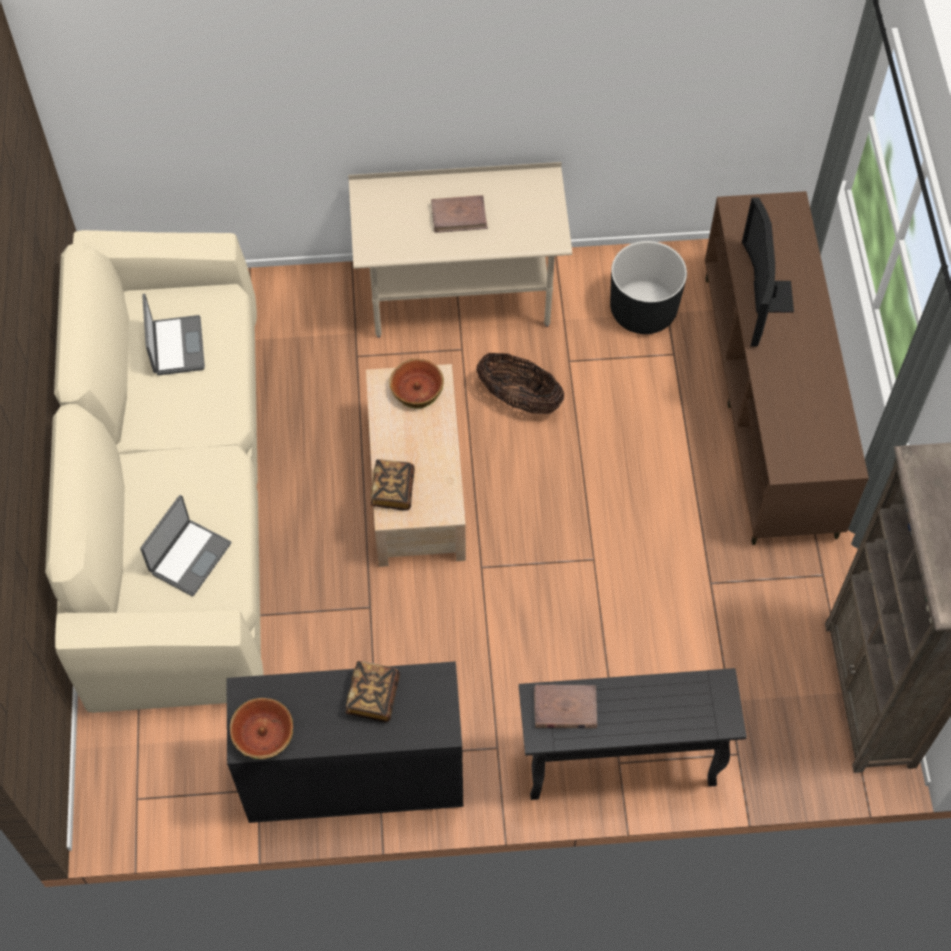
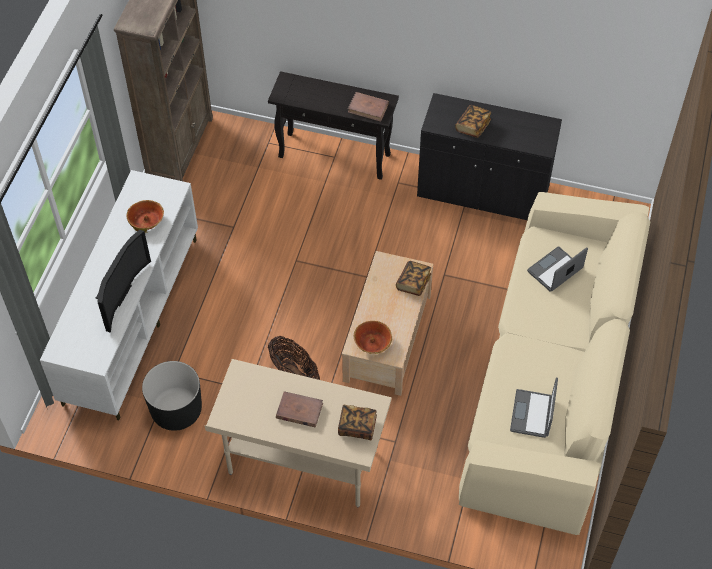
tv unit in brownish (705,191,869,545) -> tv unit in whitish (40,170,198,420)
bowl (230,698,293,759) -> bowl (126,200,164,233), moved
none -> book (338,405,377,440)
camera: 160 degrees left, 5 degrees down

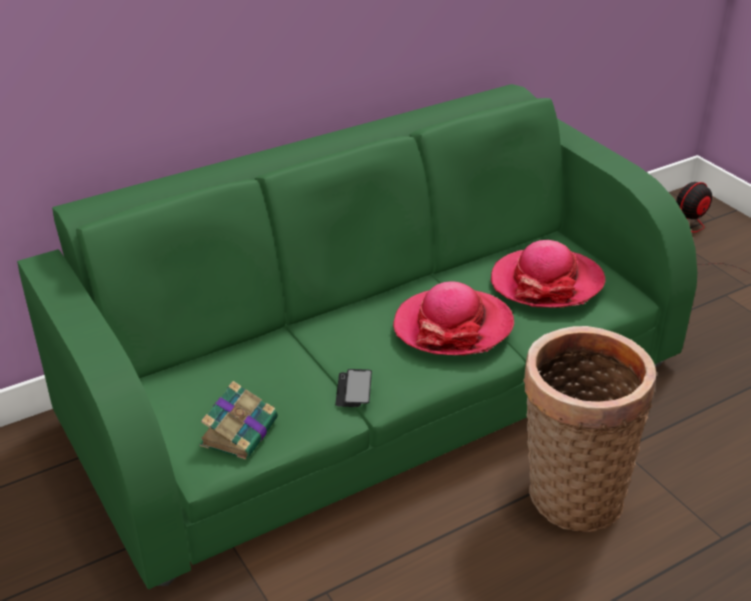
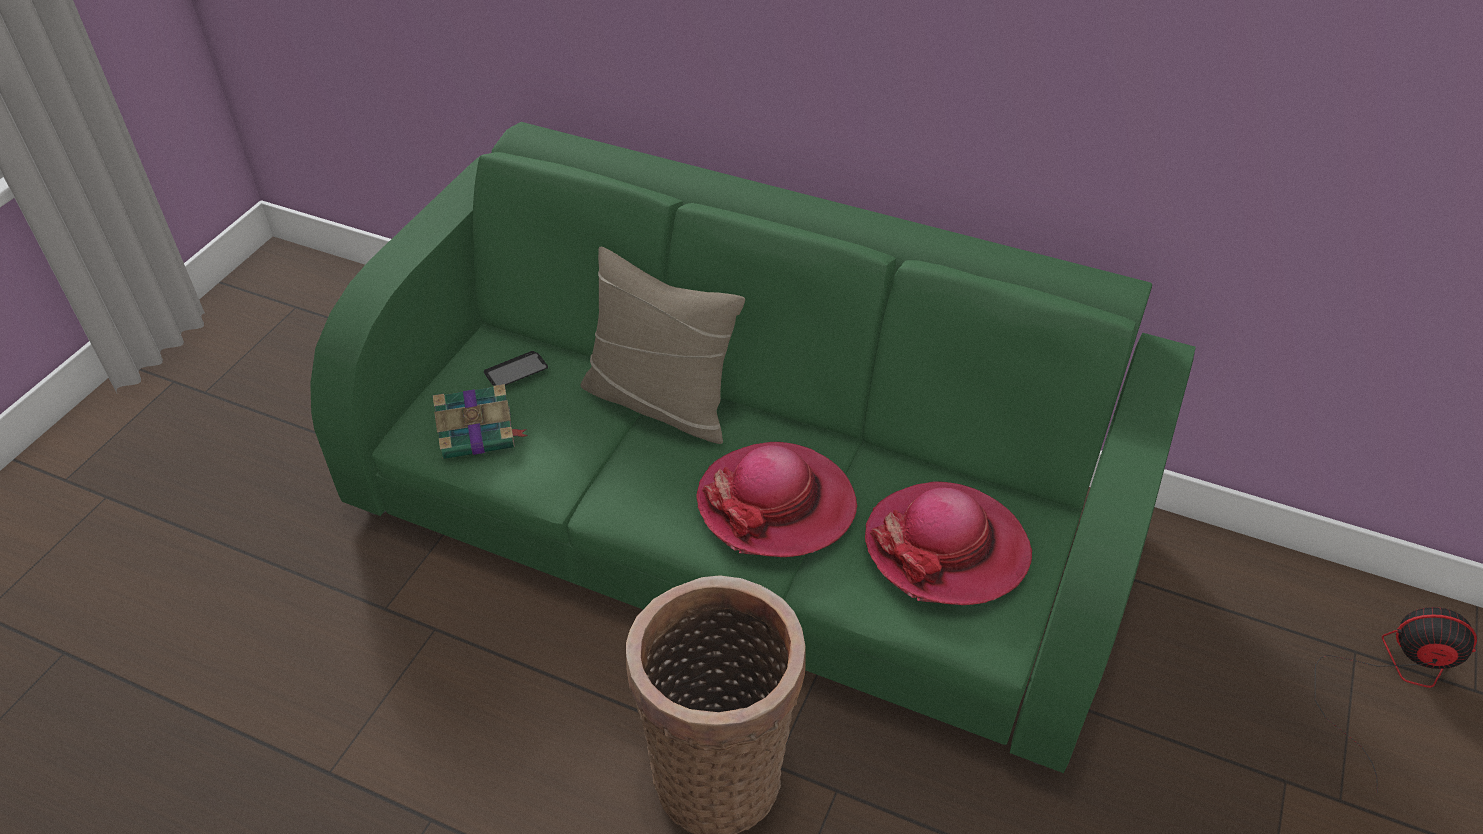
telephone (335,369,372,407) -> telephone (484,351,548,386), moved
none -> cushion in sand-coloured (580,247,745,444)
camera: 55 degrees right, 10 degrees up

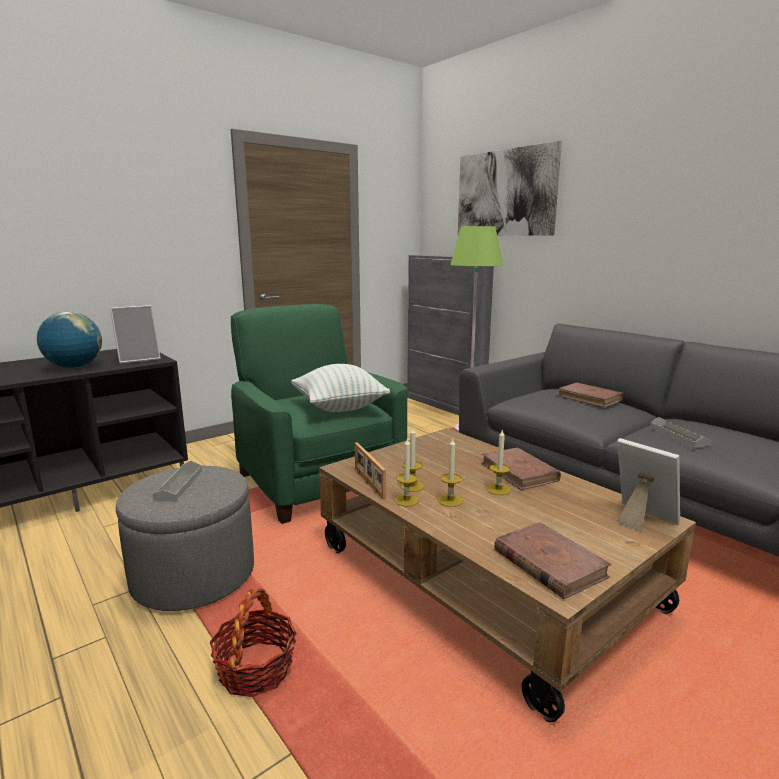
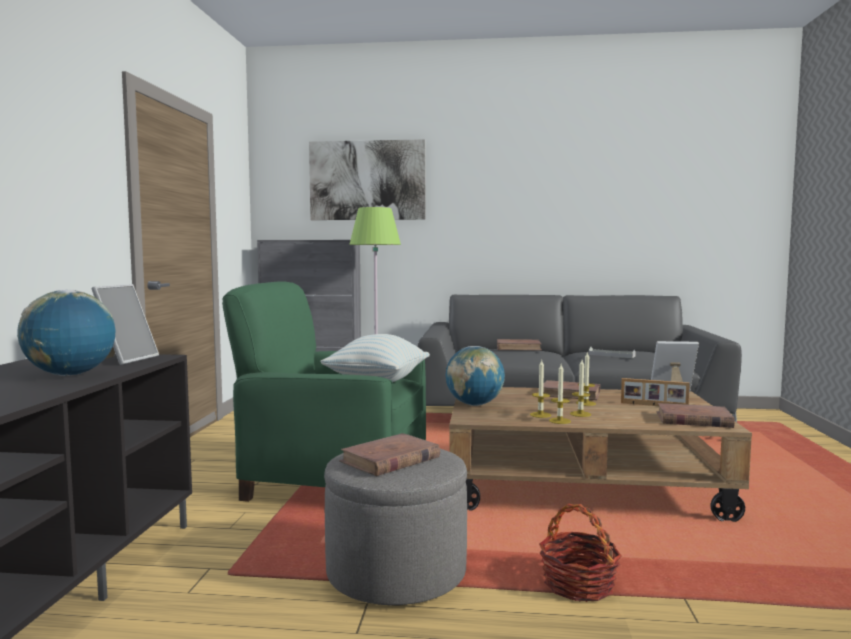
carrying tray in grey (152,461,202,501) -> book in brownish (339,433,440,476)
none -> world globe (446,346,505,406)
standing frame (355,442,386,500) -> standing frame (621,378,690,406), moved
camera: 45 degrees left, 10 degrees down

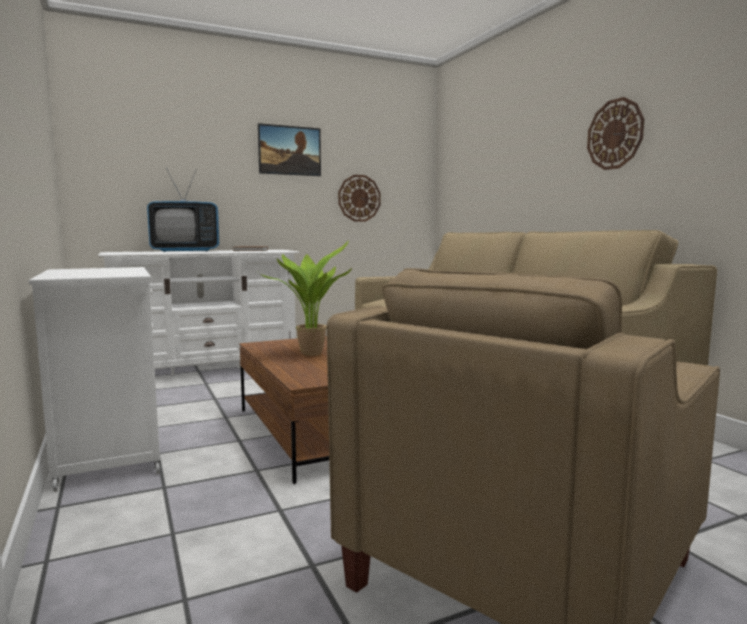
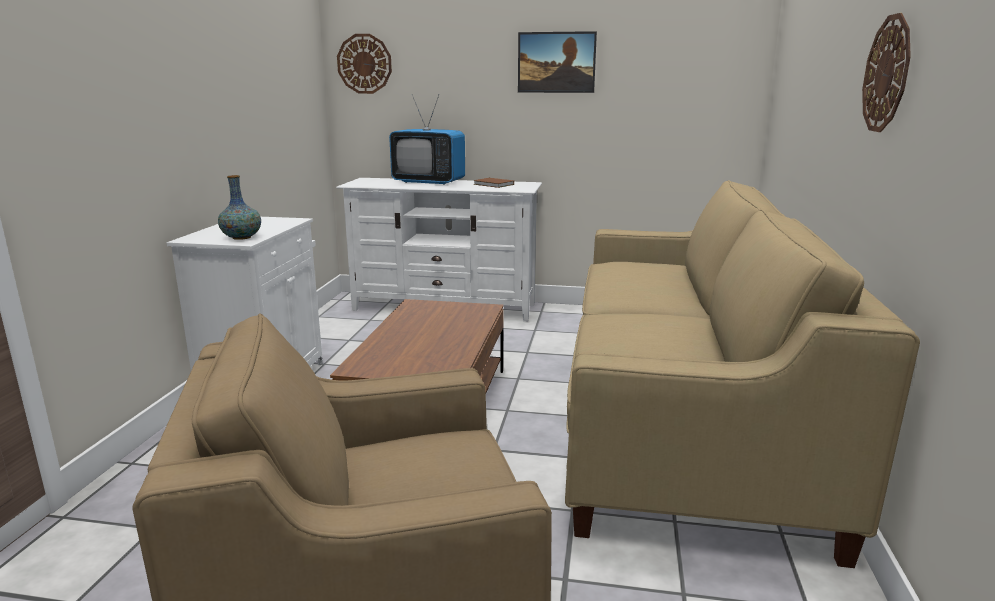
none -> vase (218,175,261,240)
clock on the wall (338,175,381,222) -> clock on the wall (337,34,392,94), moved
plant in a pot (259,240,352,356) -> none
camera: 35 degrees right, 10 degrees up

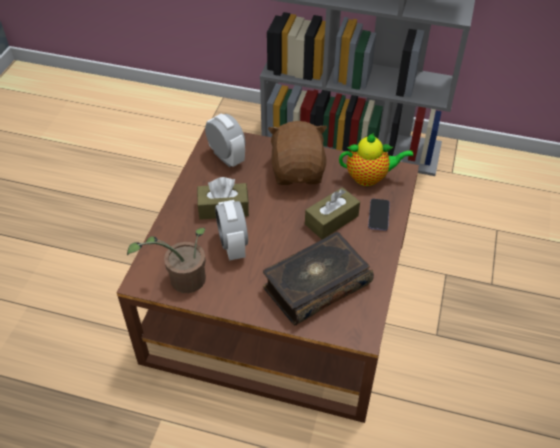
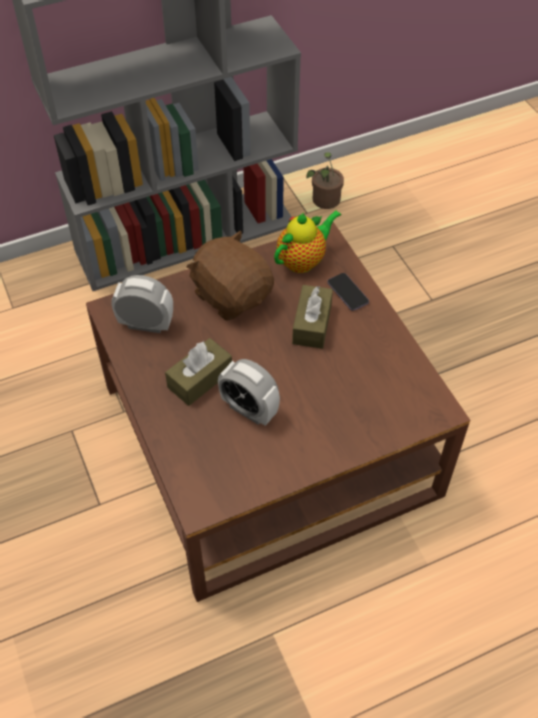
plant in a pot (127,228,206,293) -> plant in a pot (306,152,344,209), moved
book (263,232,374,325) -> none
camera: 40 degrees left, 5 degrees up

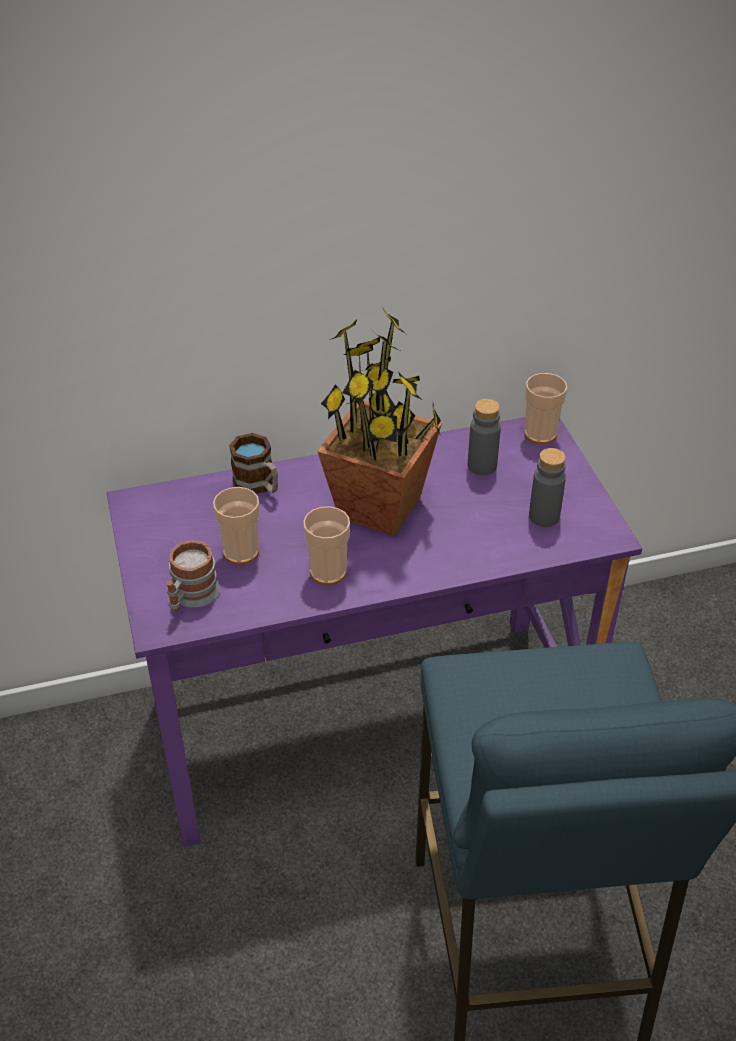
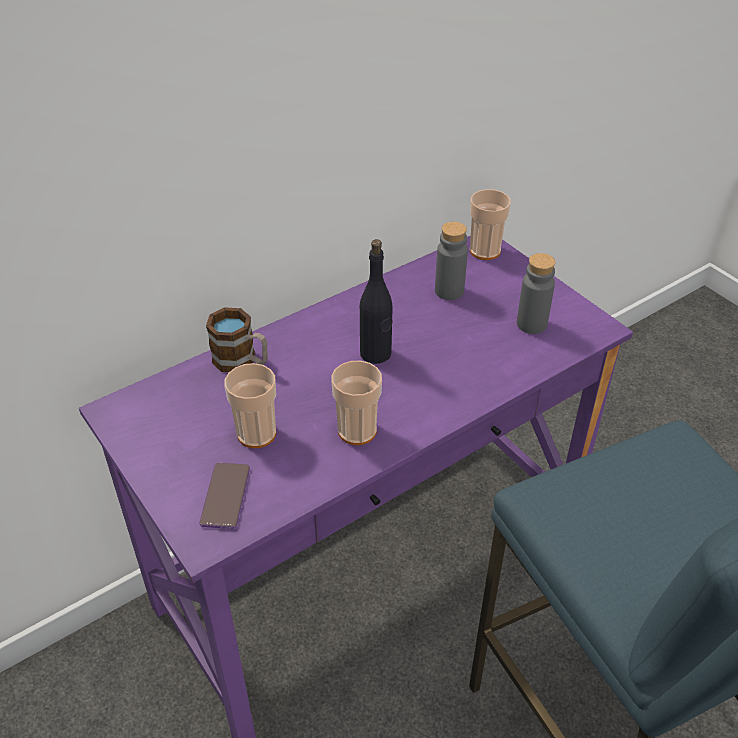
tea mug (167,540,220,612) -> telephone (200,463,250,529)
plant in a pot (317,307,442,536) -> bottle in black (360,239,393,364)
camera: 20 degrees left, 0 degrees up

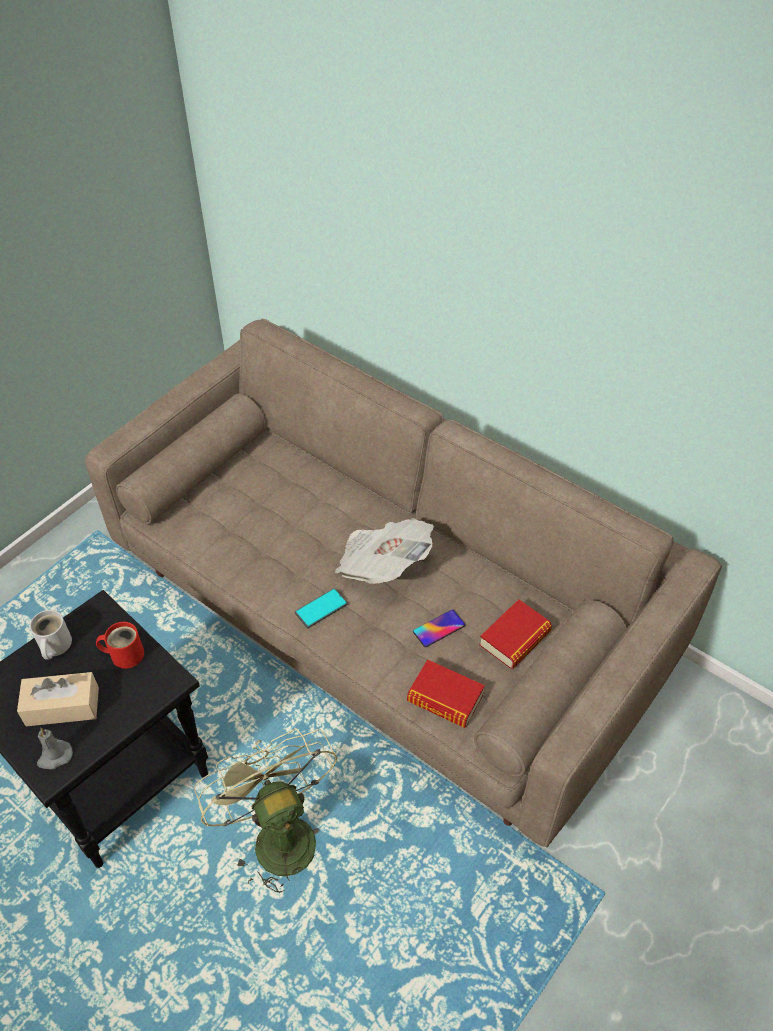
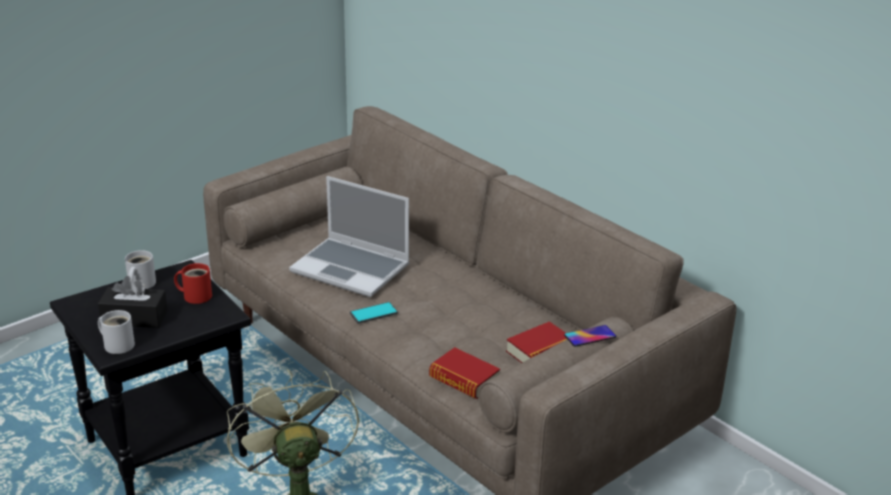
tissue box in sand-coloured (17,672,99,726) -> tissue box in black (98,276,168,328)
candle in grey (37,728,73,770) -> tea mug in whitish (98,310,135,354)
none -> laptop (289,176,410,297)
telephone (413,609,465,647) -> telephone (564,325,616,347), moved
newspaper (335,518,434,584) -> none
camera: 10 degrees right, 20 degrees down

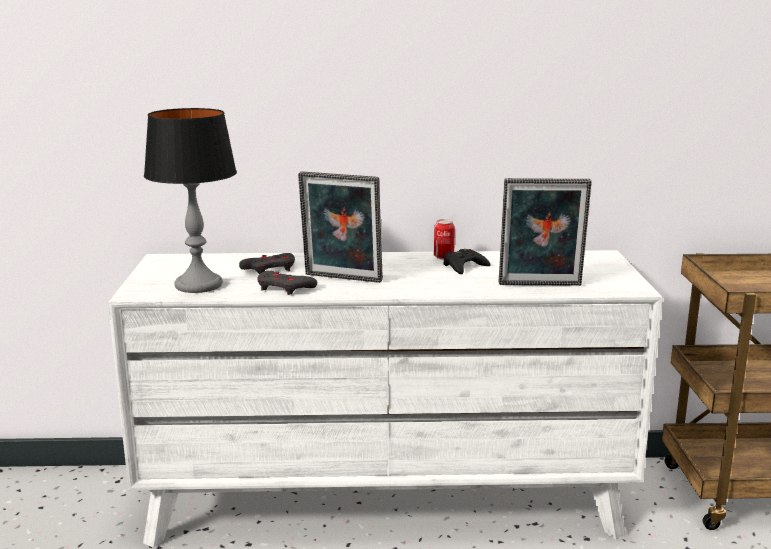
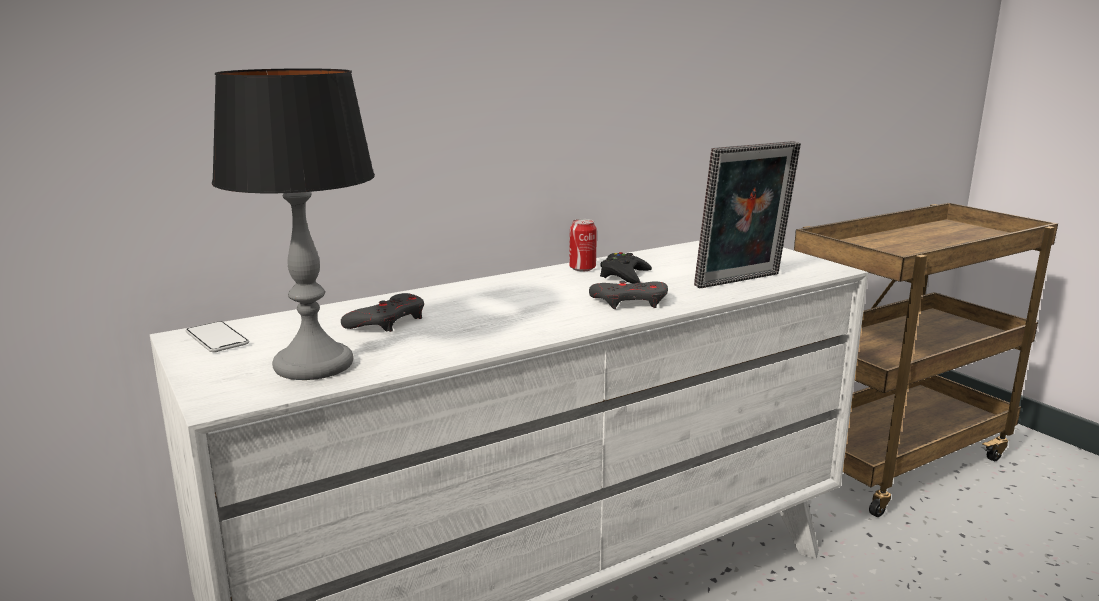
none -> telephone (186,321,249,353)
gamepad in grey (257,271,317,295) -> gamepad in grey (589,281,668,309), moved
standing frame (298,172,383,283) -> none
camera: 30 degrees left, 0 degrees up

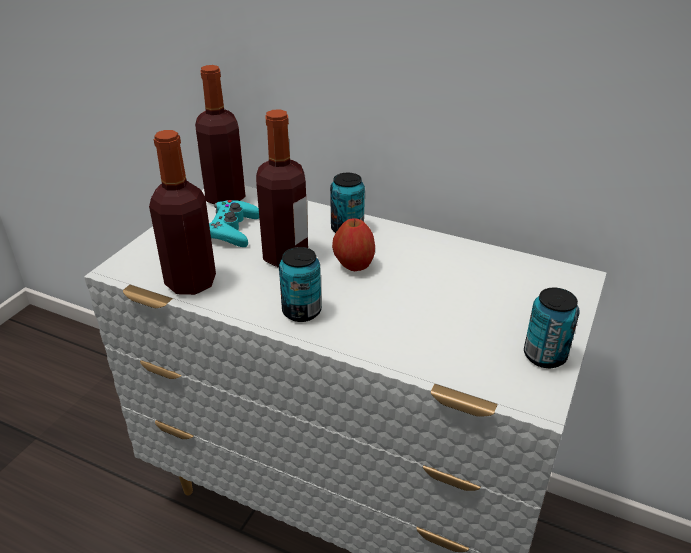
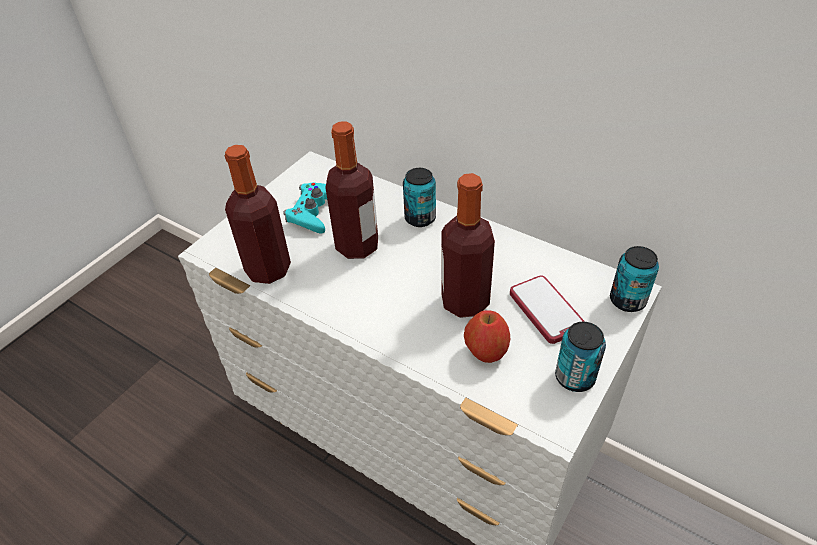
bottle (195,65,245,204) -> bottle (441,173,495,318), moved
whole apple (332,218,375,271) -> whole apple (464,310,510,363), moved
none -> telephone (510,276,585,344)
can (279,247,321,322) -> can (610,246,659,312), moved
camera: 10 degrees right, 10 degrees up

